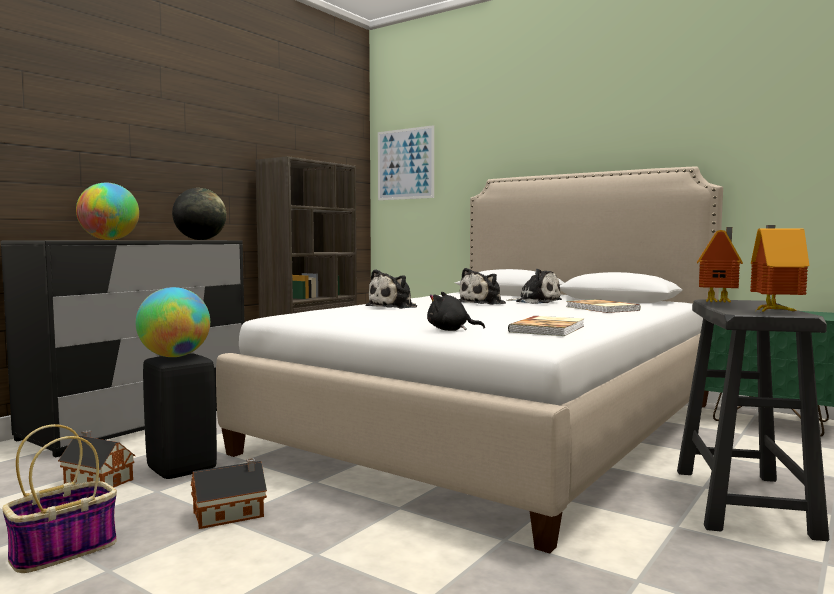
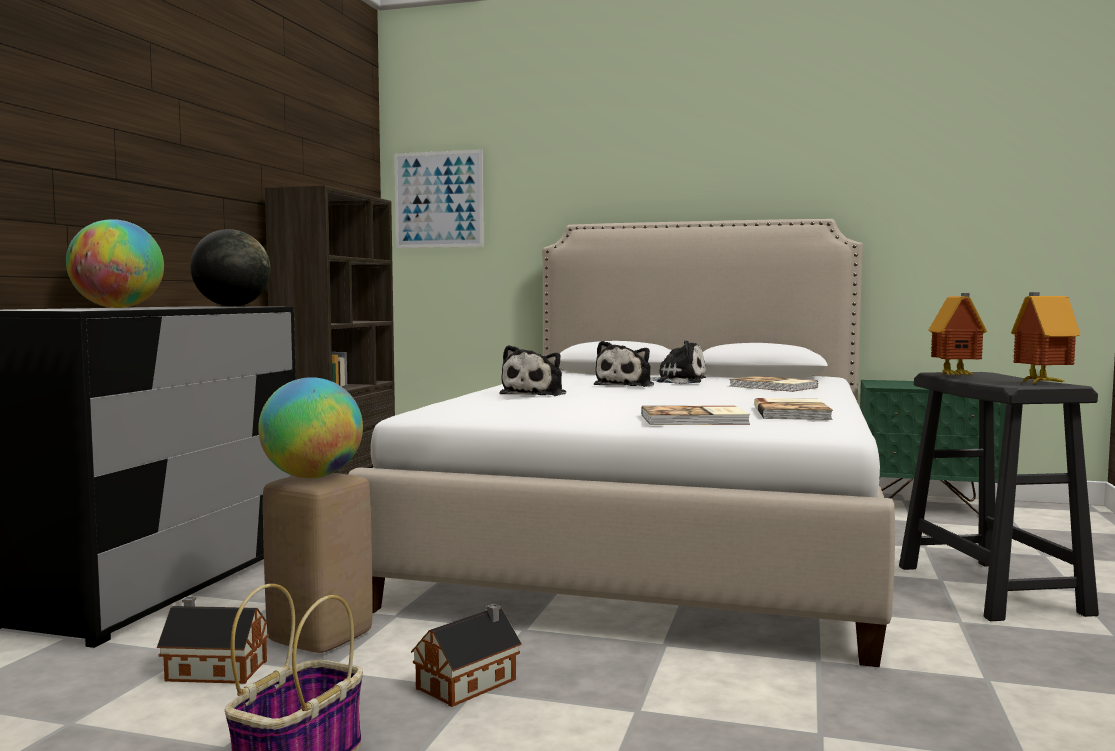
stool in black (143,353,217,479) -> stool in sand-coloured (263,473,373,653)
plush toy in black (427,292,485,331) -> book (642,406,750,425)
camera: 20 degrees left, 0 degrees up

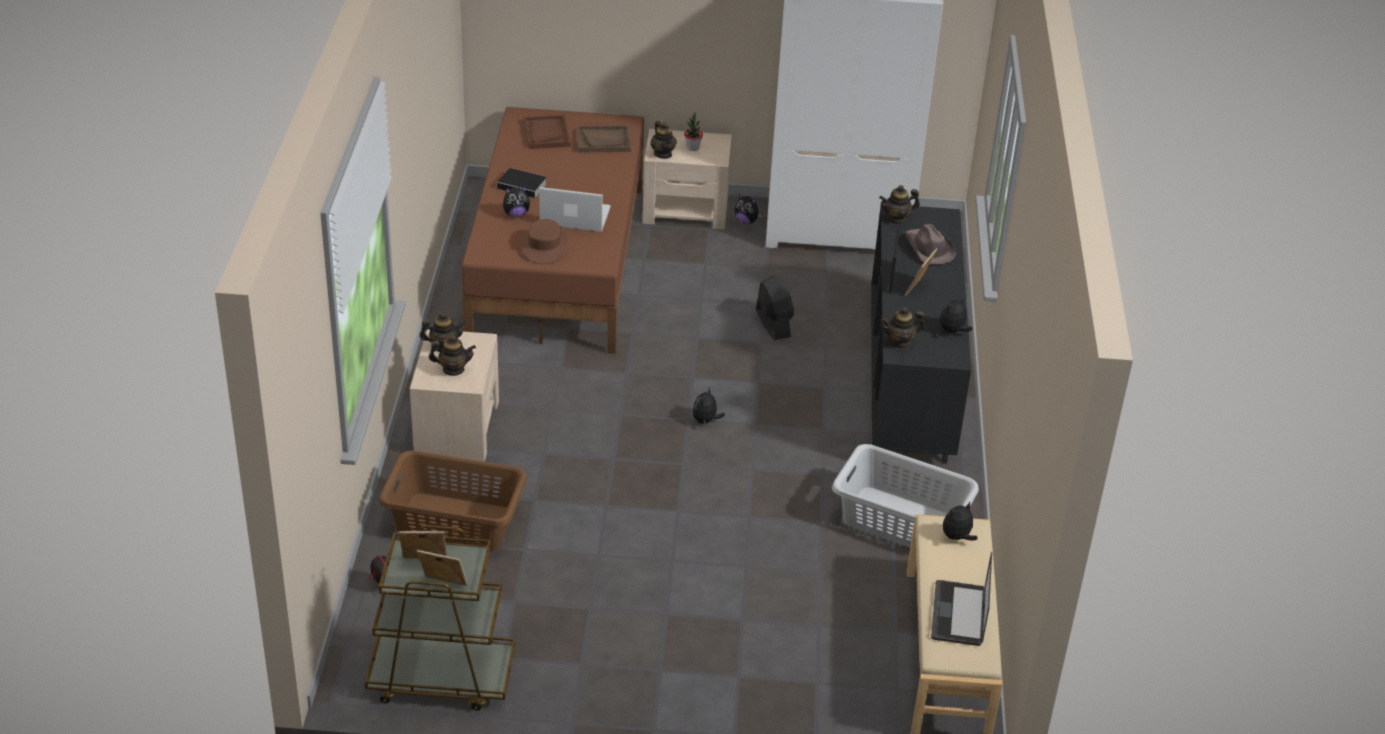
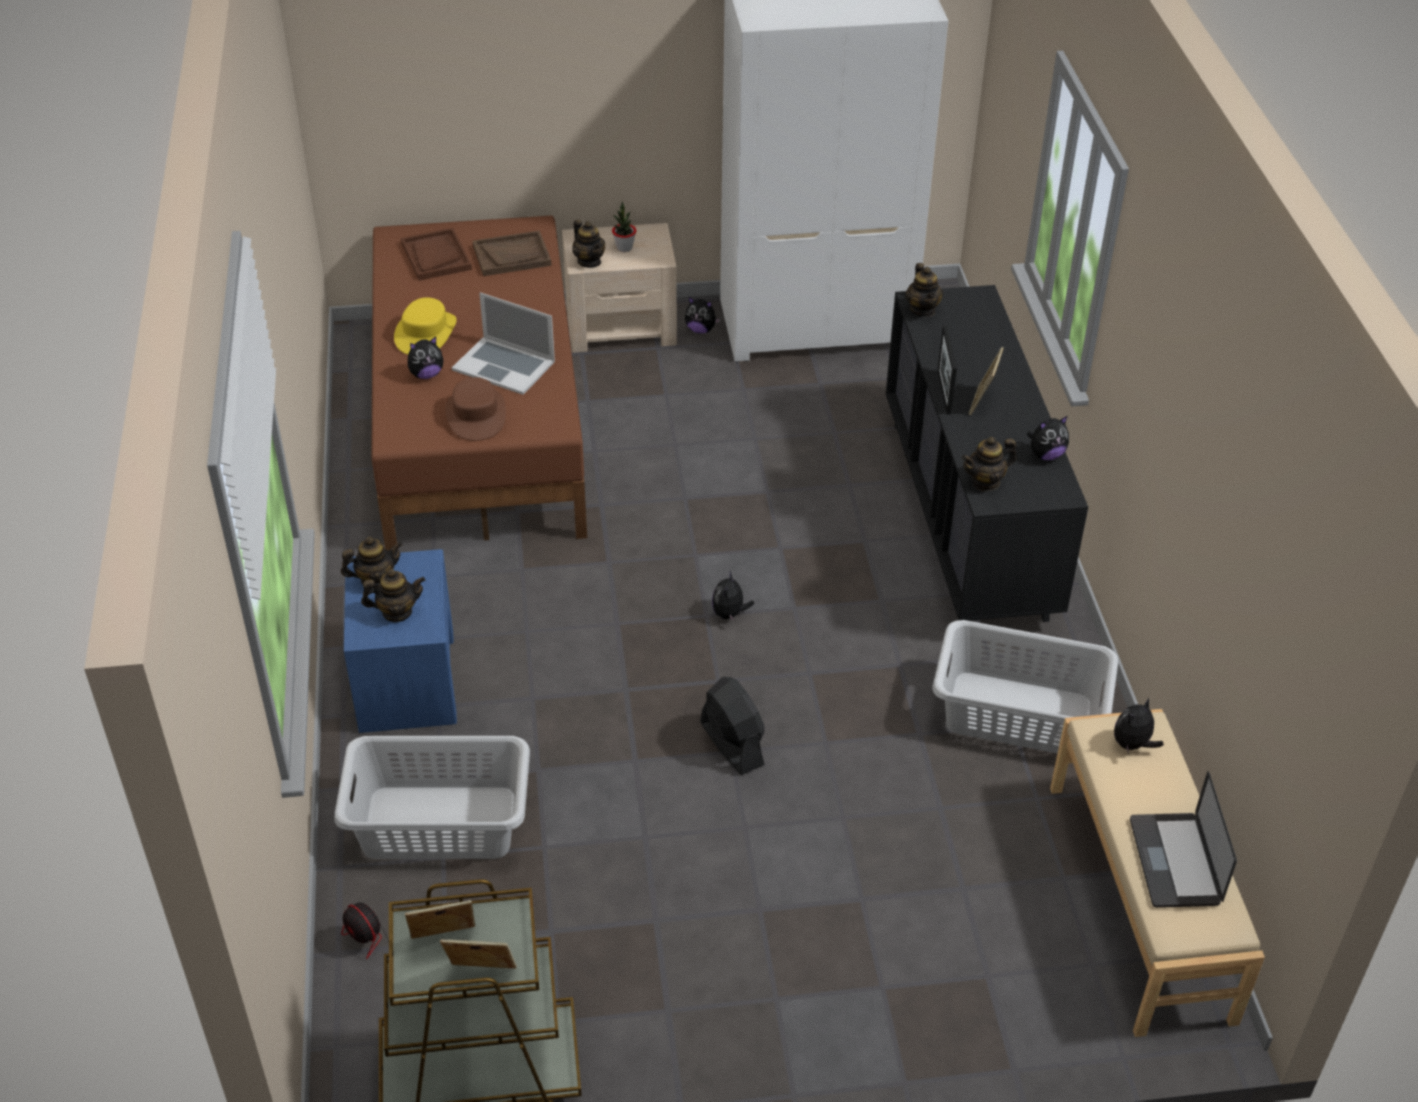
laundry basket in brownish (379,450,527,551) -> laundry basket in grey (334,736,530,859)
night table in sand-coloured (410,329,499,461) -> night table in blue-coloured (344,549,457,733)
book (497,168,547,198) -> hat in yellow (394,297,457,355)
laptop (539,187,611,232) -> laptop (452,292,555,395), 150 degrees counterclockwise
electric fan in black (756,275,794,340) -> electric fan in black (700,677,765,775), moved
tea pot (879,185,920,225) -> tea pot (905,263,943,317), 75 degrees counterclockwise
plush toy (940,296,972,333) -> plush toy (1027,416,1069,460), 150 degrees counterclockwise
hat in brownish (905,224,956,264) -> none
camera: 10 degrees left, 5 degrees up

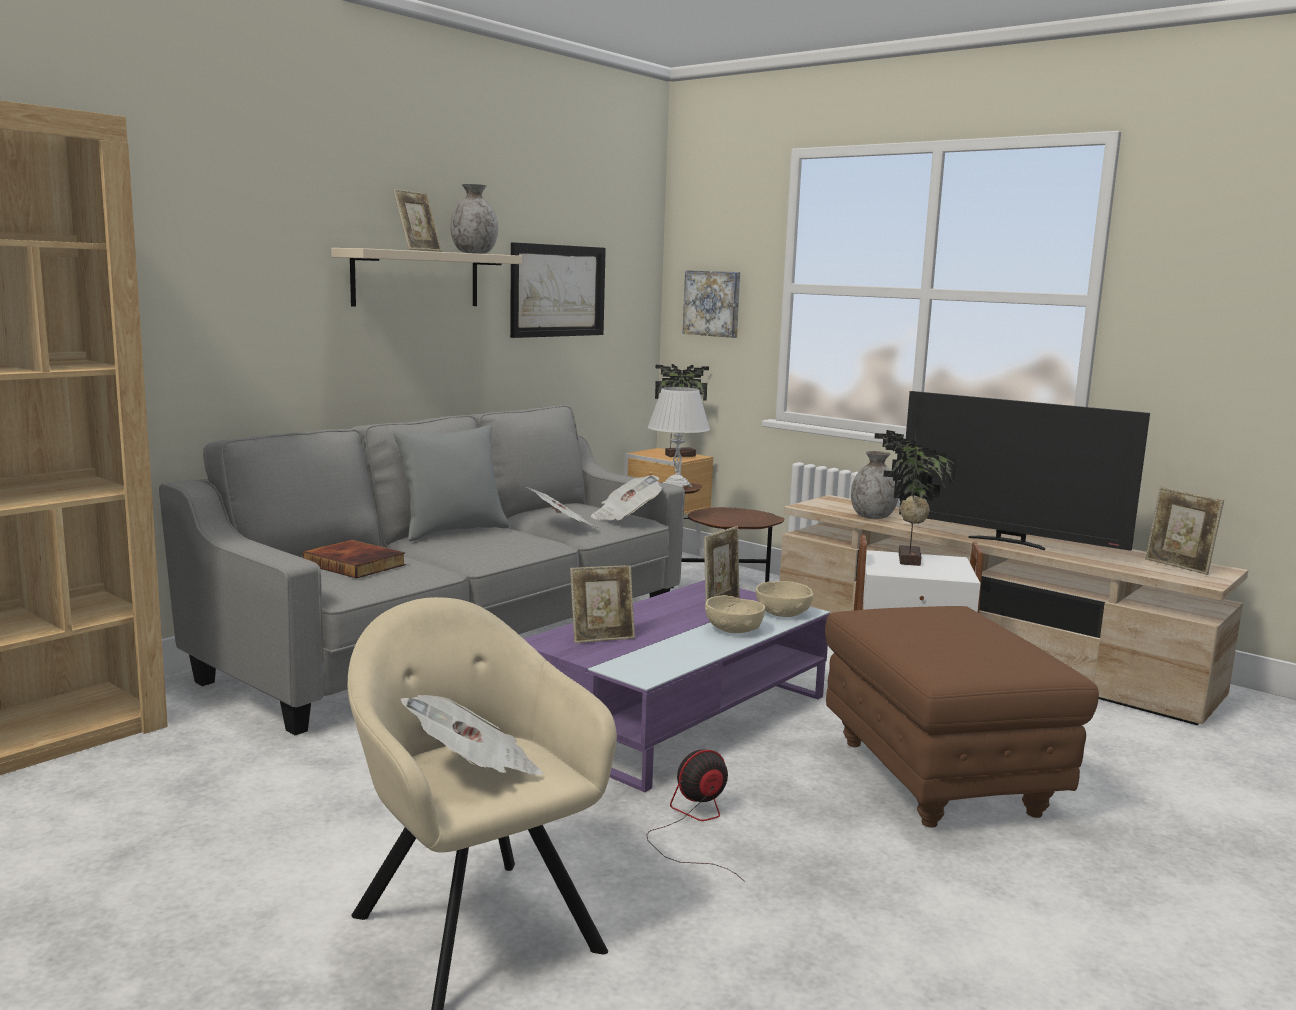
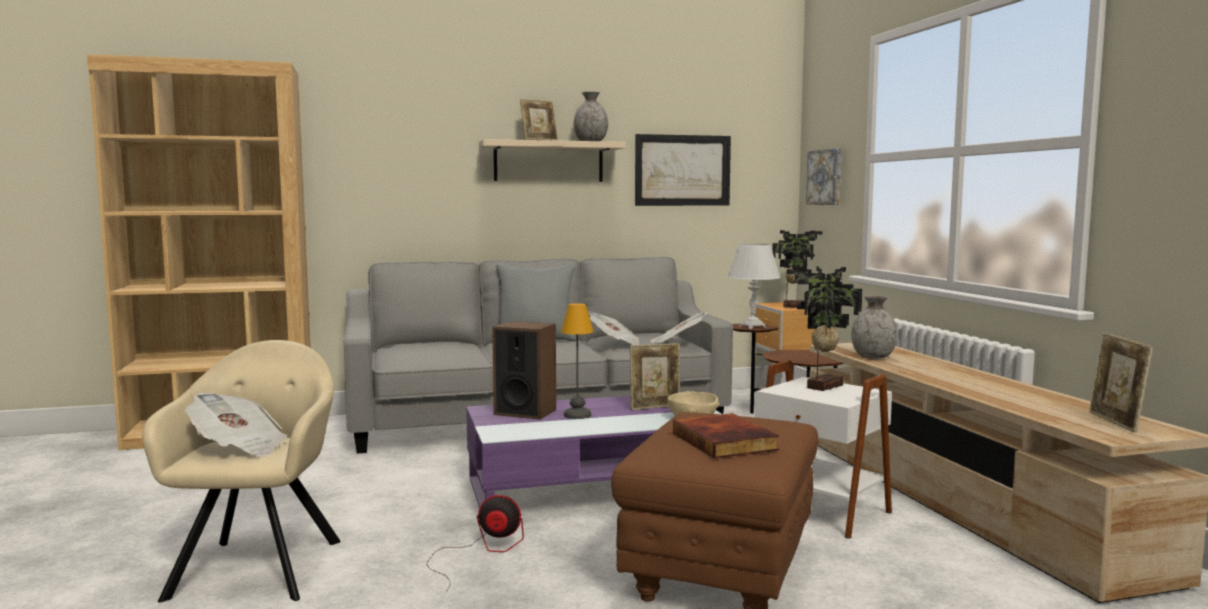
standing frame (570,565,635,644) -> speaker (492,321,556,420)
none -> lamp for a table (561,303,594,419)
book (303,540,406,578) -> book (673,413,779,458), moved
bowl in sand-coloured (705,595,765,633) -> none
TV (899,391,1150,551) -> none
camera: 35 degrees right, 5 degrees down

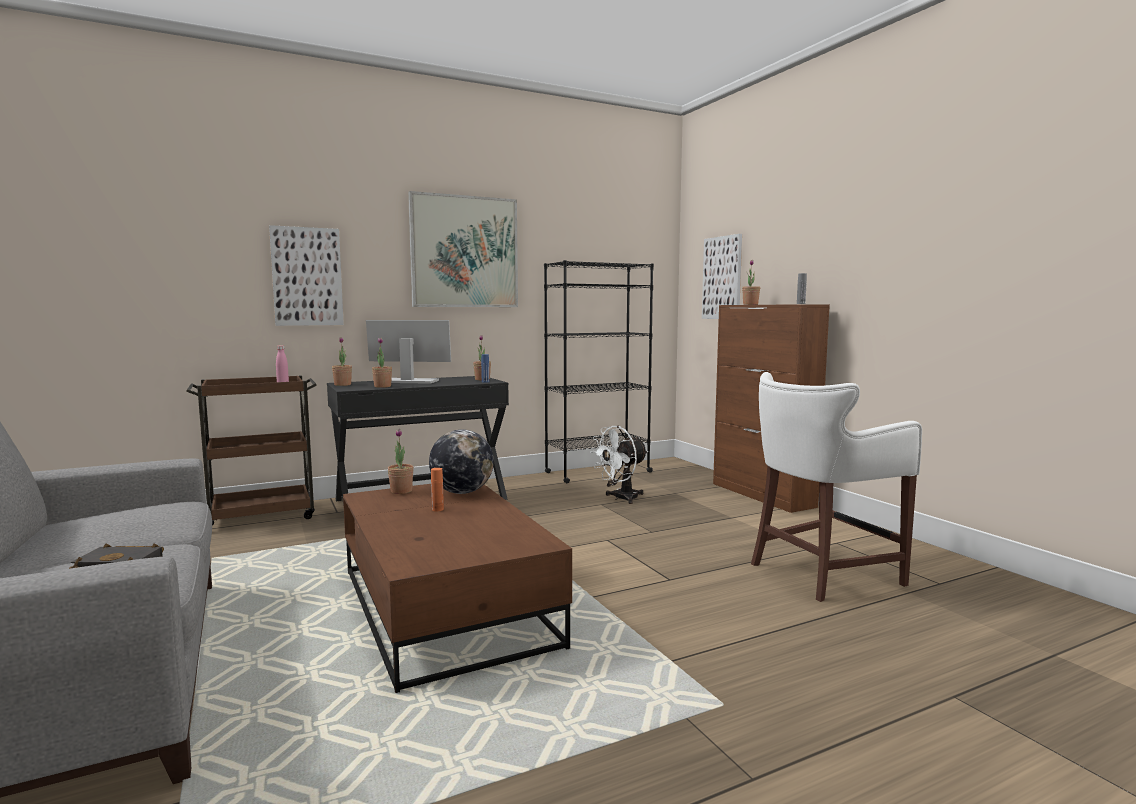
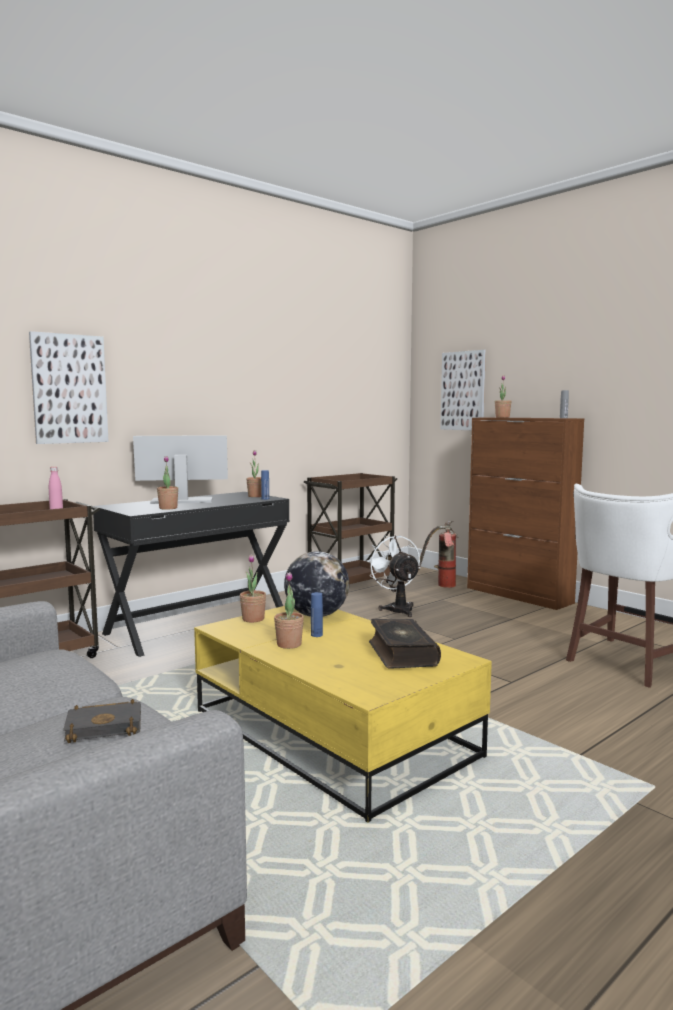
low table in brownish (343,484,572,693) -> low table in yellow (194,606,492,823)
plant in a pot (332,337,352,386) -> plant in a pot (274,572,304,649), moved
bookshelf in black (544,260,654,483) -> cart in brownish (304,473,397,584)
bottle in orange (431,468,444,511) -> bottle in blue-coloured (311,592,323,637)
electric fan in whitish (590,426,648,504) -> electric fan in whitish (366,535,420,617), 120 degrees clockwise
none -> book (369,619,441,669)
none -> fire extinguisher (418,521,458,588)
picture (408,191,518,307) -> none
camera: 15 degrees left, 0 degrees up

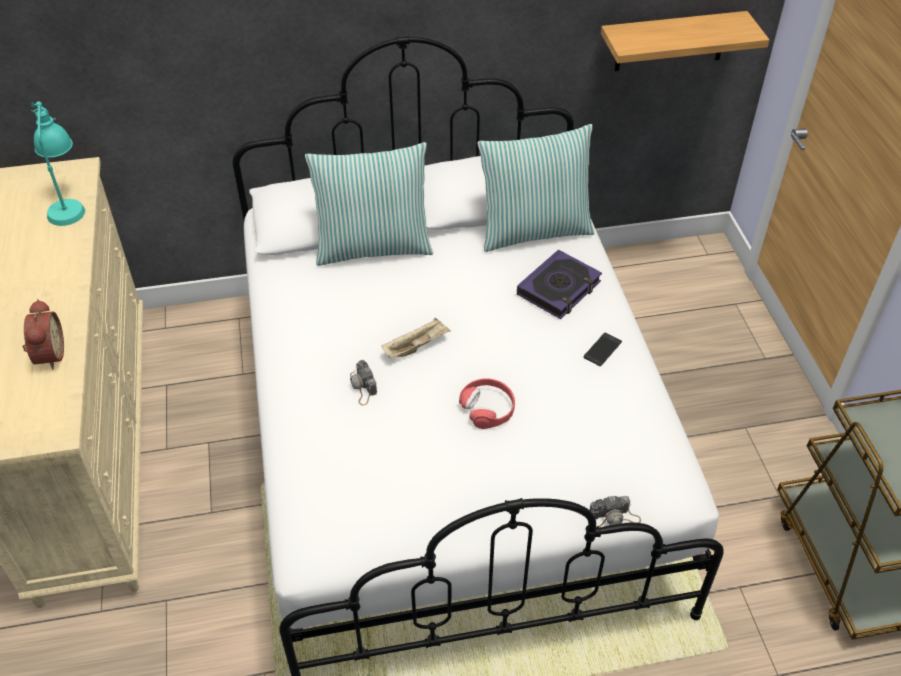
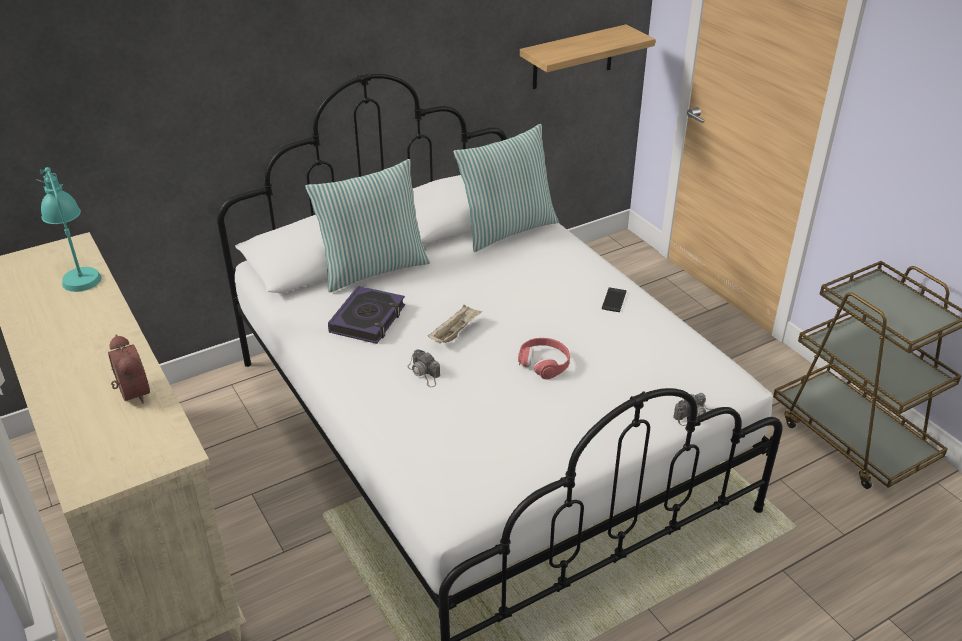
book (517,250,602,319) -> book (328,286,405,344), moved
camera: 20 degrees left, 10 degrees down

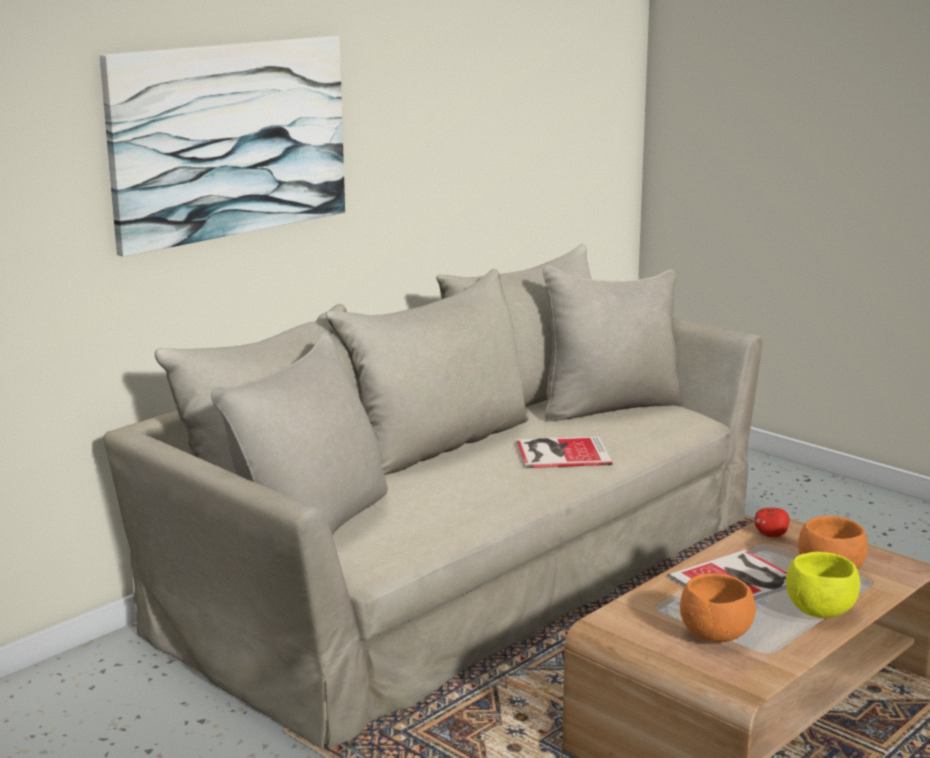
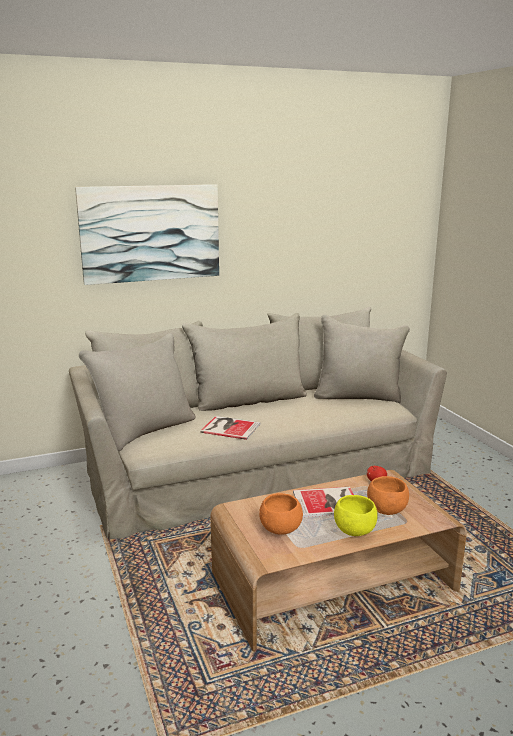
book (516,436,613,468) -> book (200,416,260,440), moved
camera: 25 degrees right, 0 degrees up

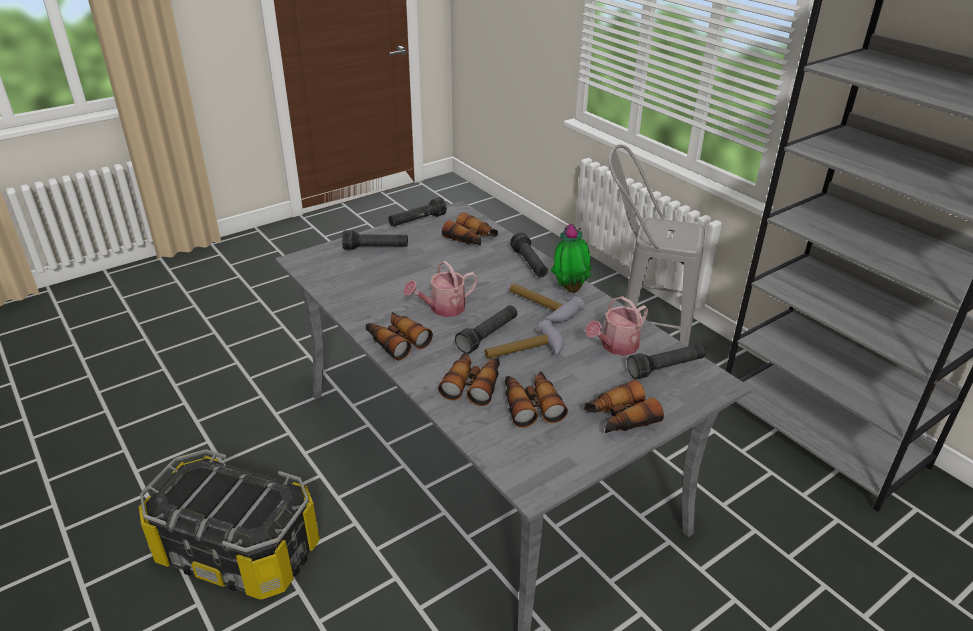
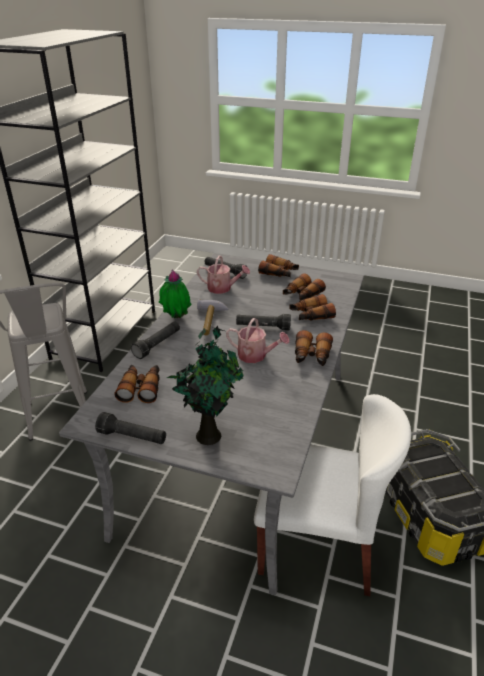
flashlight in black (342,230,408,250) -> plant in a pot (167,326,244,445)
none -> plain chair in whitish (254,394,411,596)
tool hammer (485,320,564,359) -> none
camera: 125 degrees left, 0 degrees up

